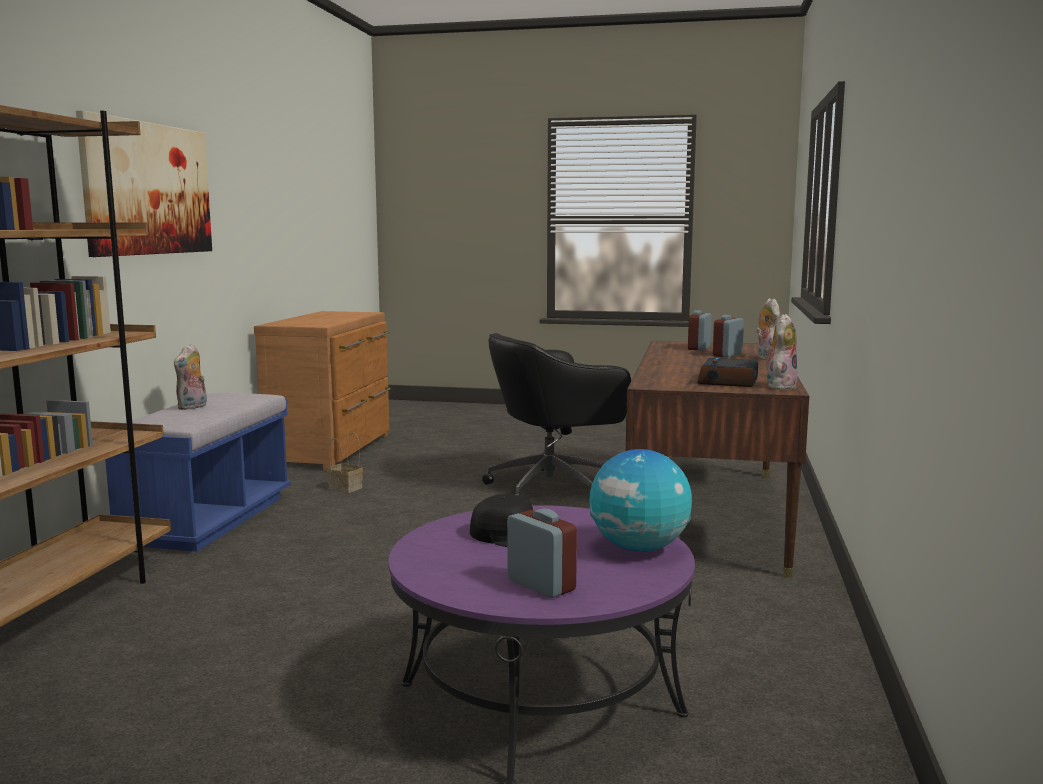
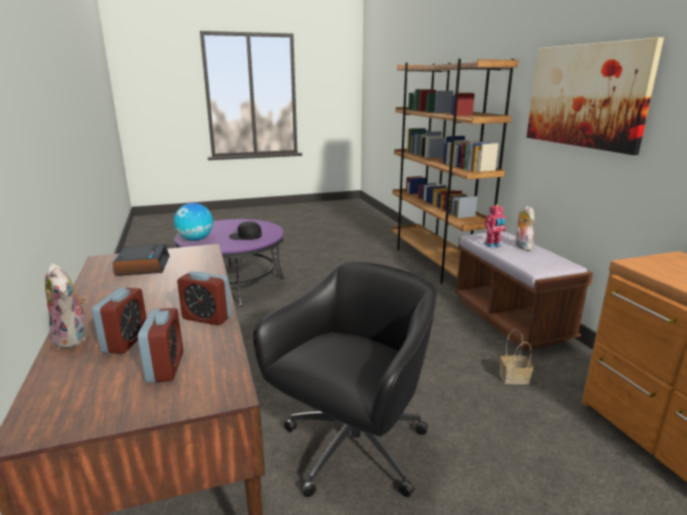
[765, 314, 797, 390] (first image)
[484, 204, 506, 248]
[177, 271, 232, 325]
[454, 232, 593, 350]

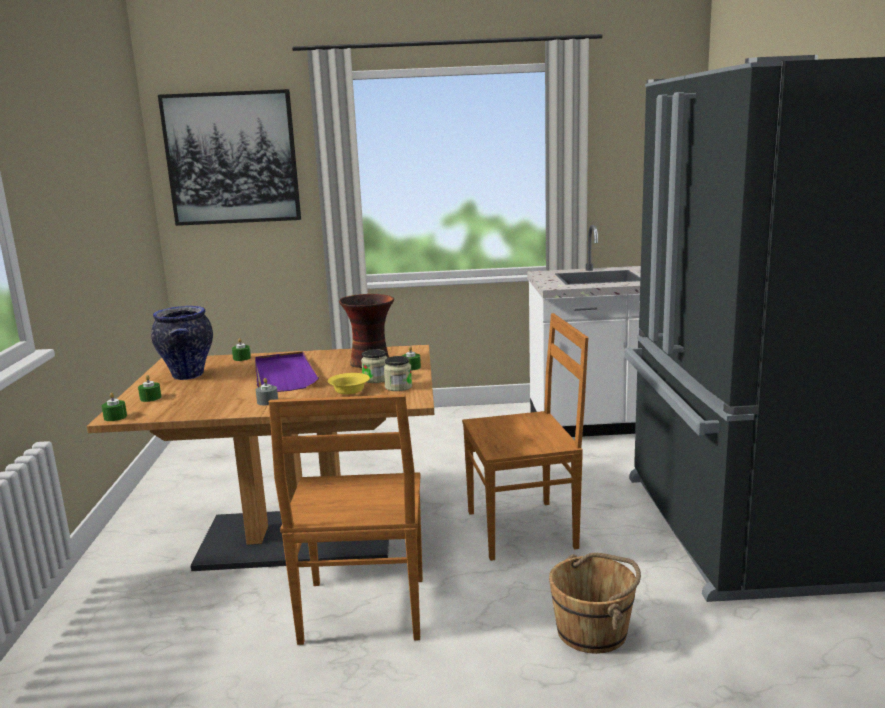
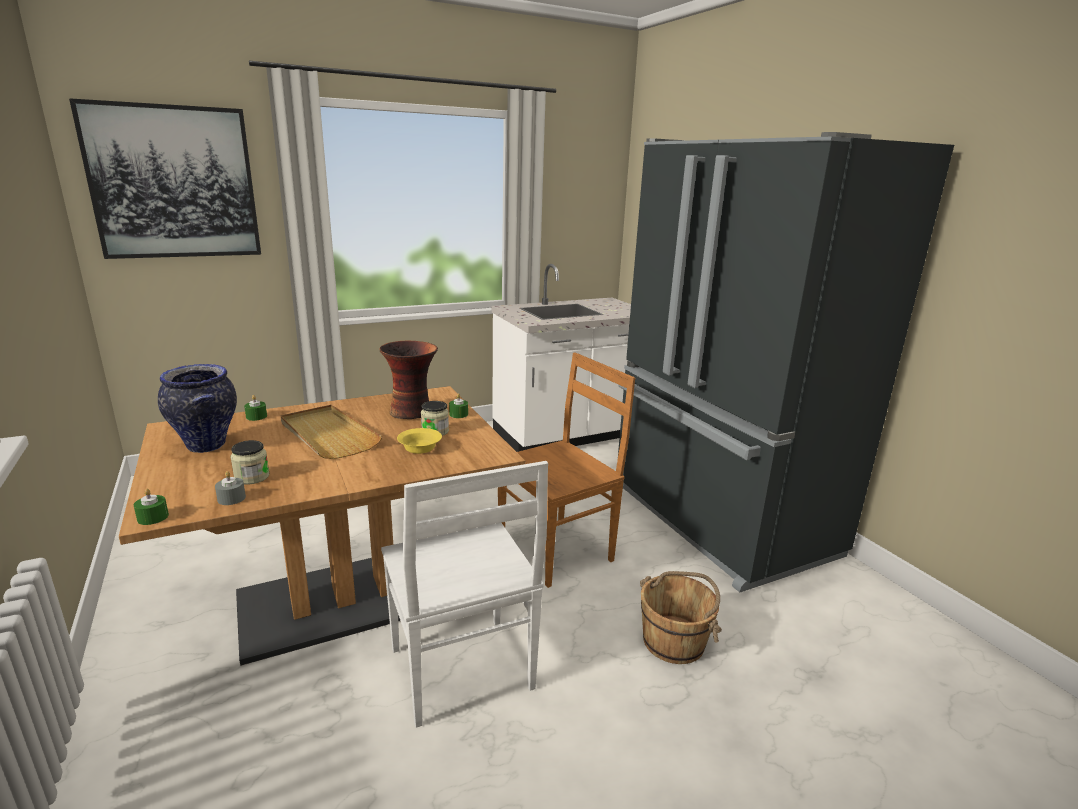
[138, 375, 161, 402] (first image)
[215, 471, 246, 505]
[230, 440, 269, 485]
[281, 405, 382, 459]
[381, 461, 548, 728]

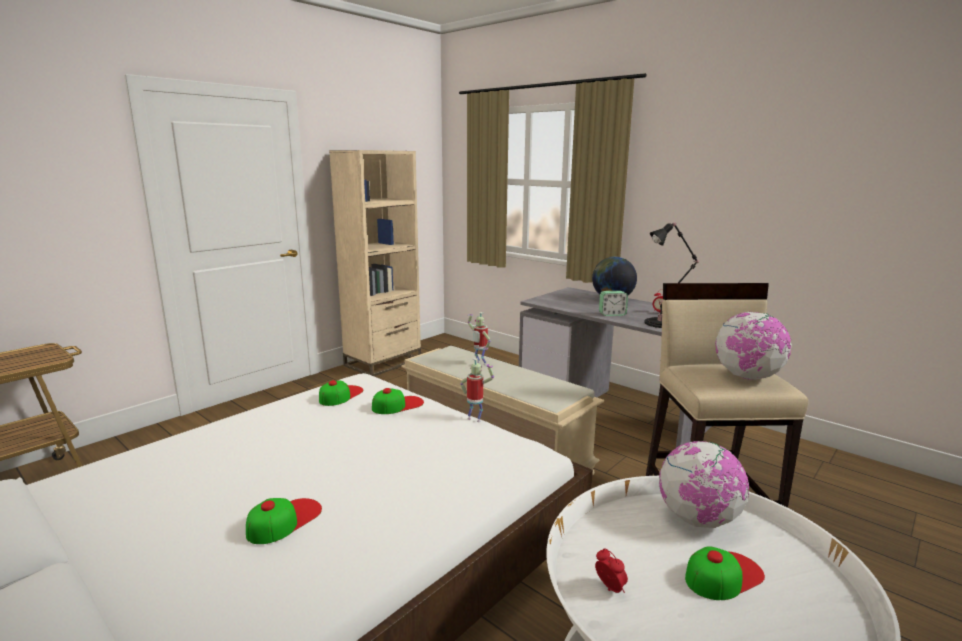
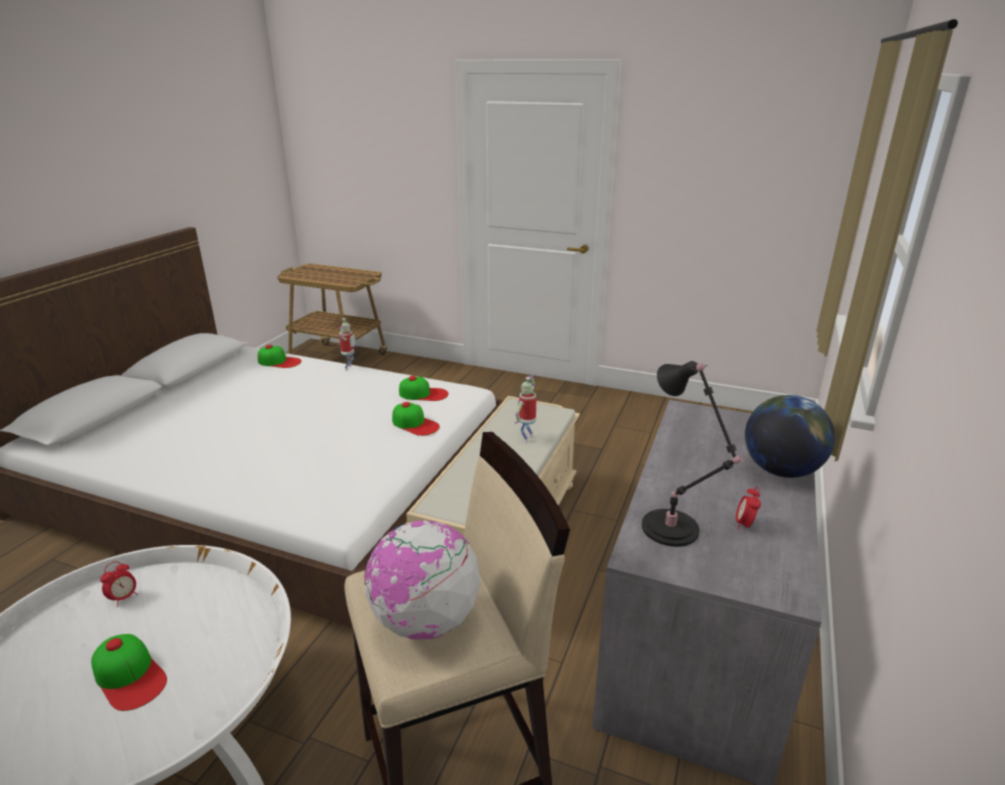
[329, 150, 421, 376] (first image)
[599, 291, 628, 316] (first image)
[659, 441, 749, 528] (first image)
[258, 345, 302, 368]
[339, 318, 357, 370]

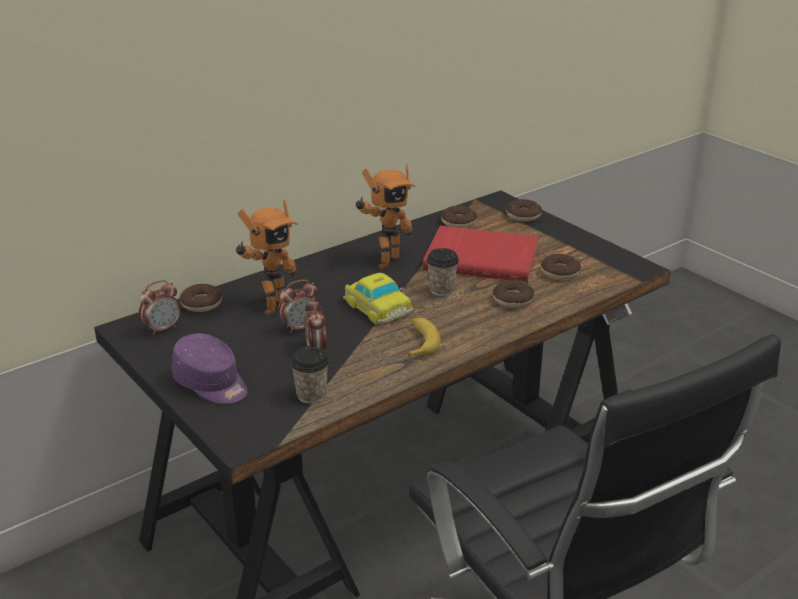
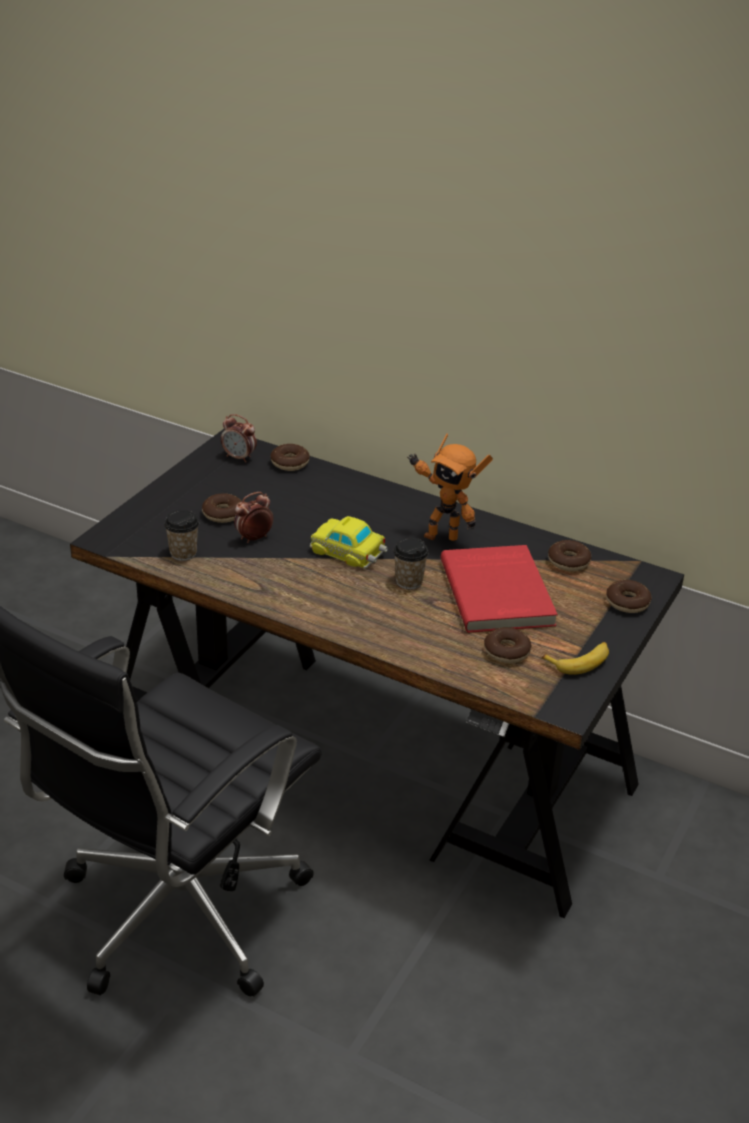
[172, 334, 248, 404] (first image)
[236, 200, 298, 316] (first image)
[278, 280, 317, 333] (first image)
[541, 642, 609, 675]
[202, 493, 242, 523]
[310, 516, 388, 569]

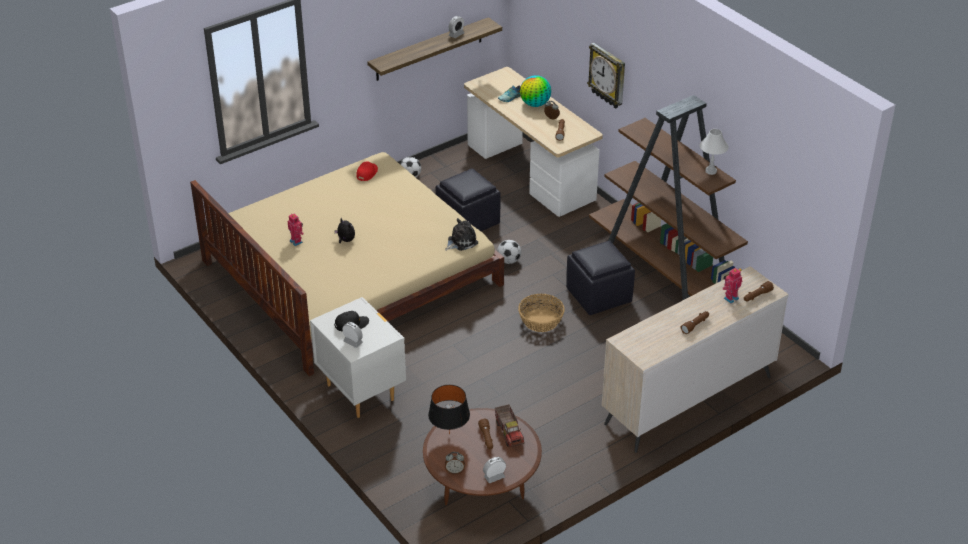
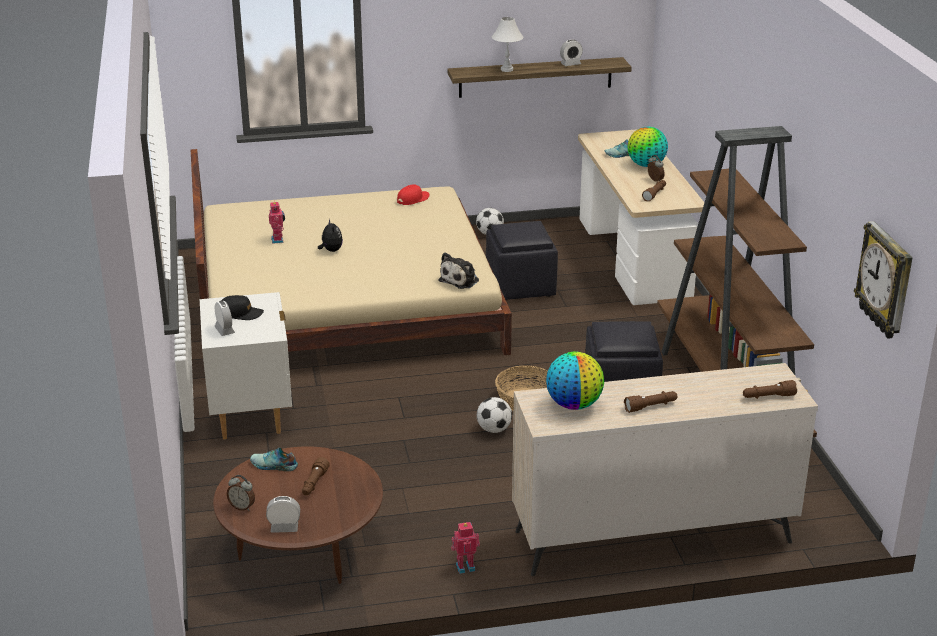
[495, 404, 524, 447] (first image)
[546, 352, 604, 410]
[477, 397, 512, 433]
[854, 221, 912, 339]
[492, 17, 523, 72]
[451, 522, 480, 574]
[250, 447, 298, 471]
[439, 252, 479, 289]

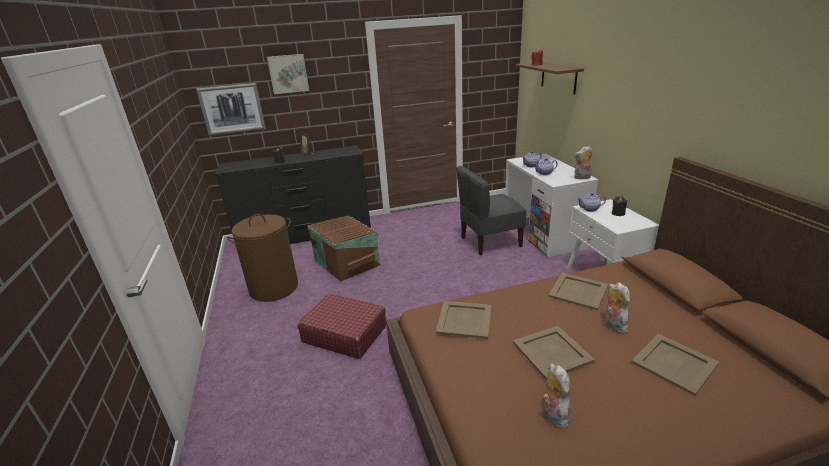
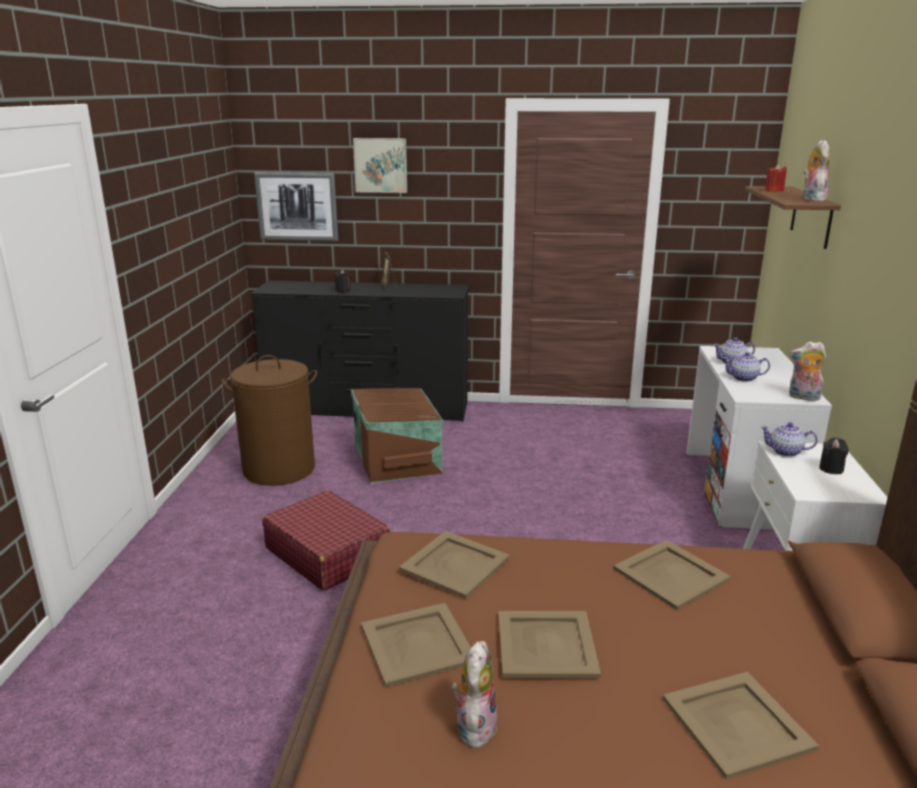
[456, 166, 527, 255] (first image)
[361, 603, 471, 687]
[803, 140, 830, 202]

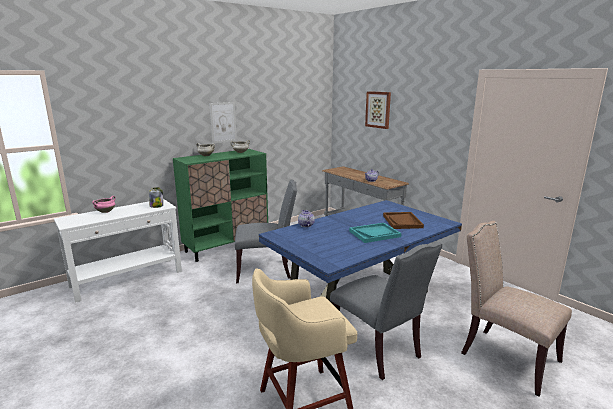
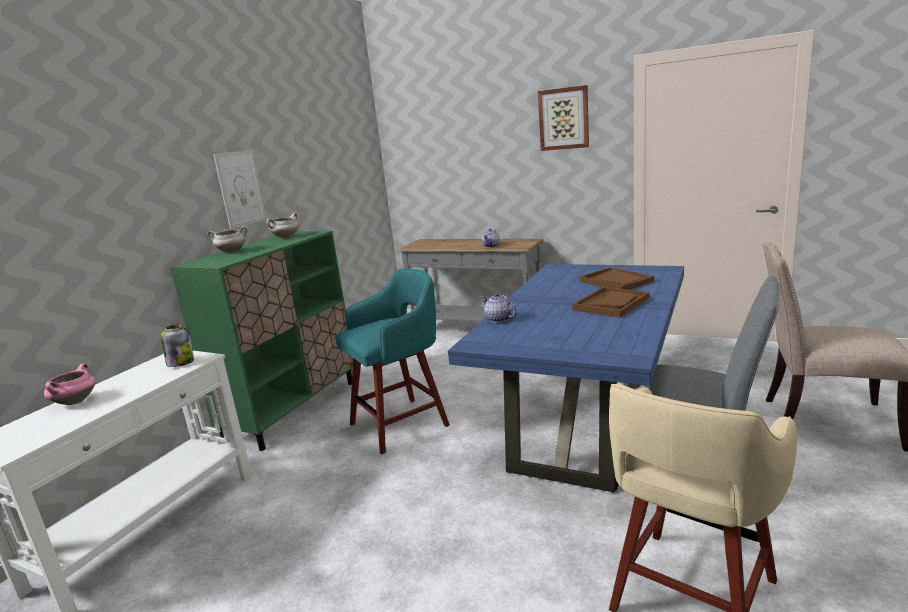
[538, 85, 589, 151]
[335, 268, 450, 454]
[572, 287, 650, 318]

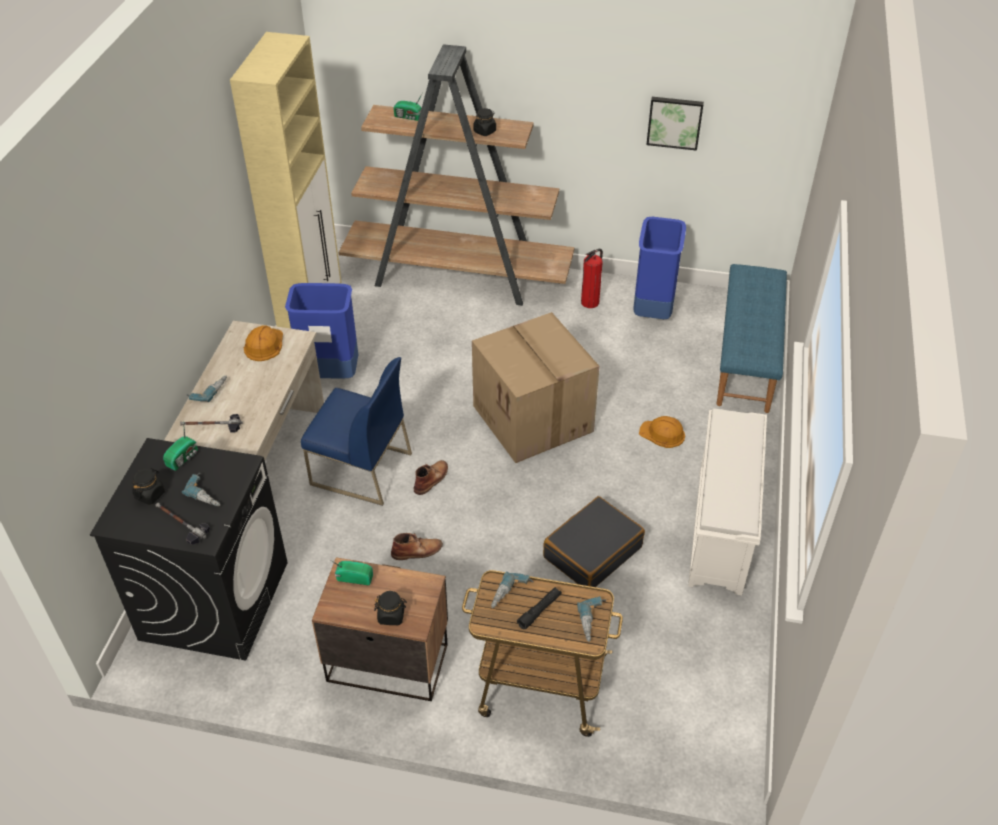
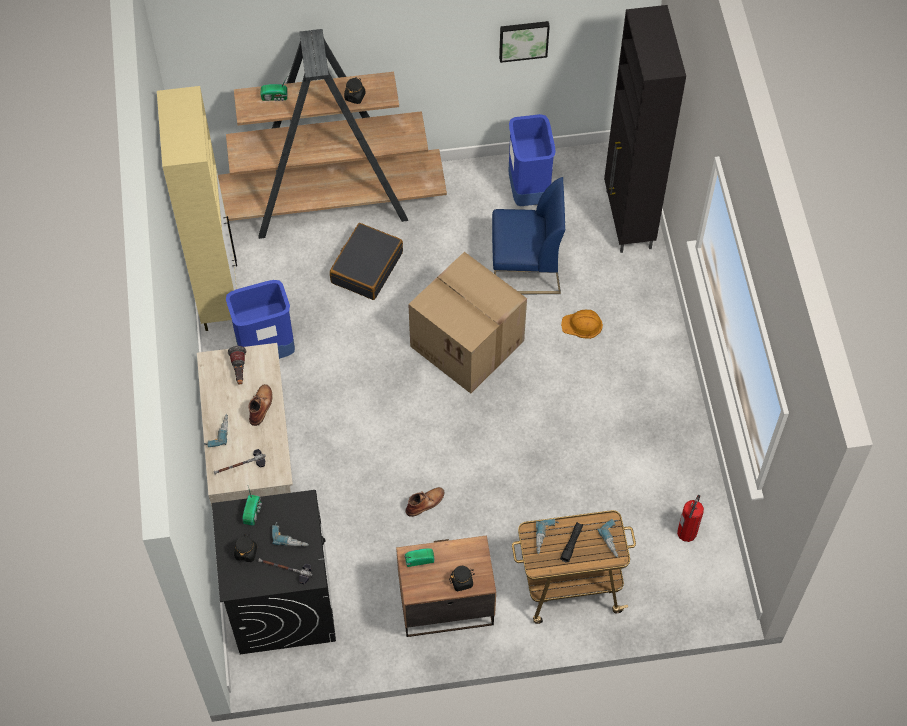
[688, 409, 767, 595] (first image)
[492, 177, 565, 294]
[248, 384, 273, 426]
[330, 223, 403, 300]
[677, 495, 704, 542]
[228, 346, 246, 385]
[604, 5, 686, 253]

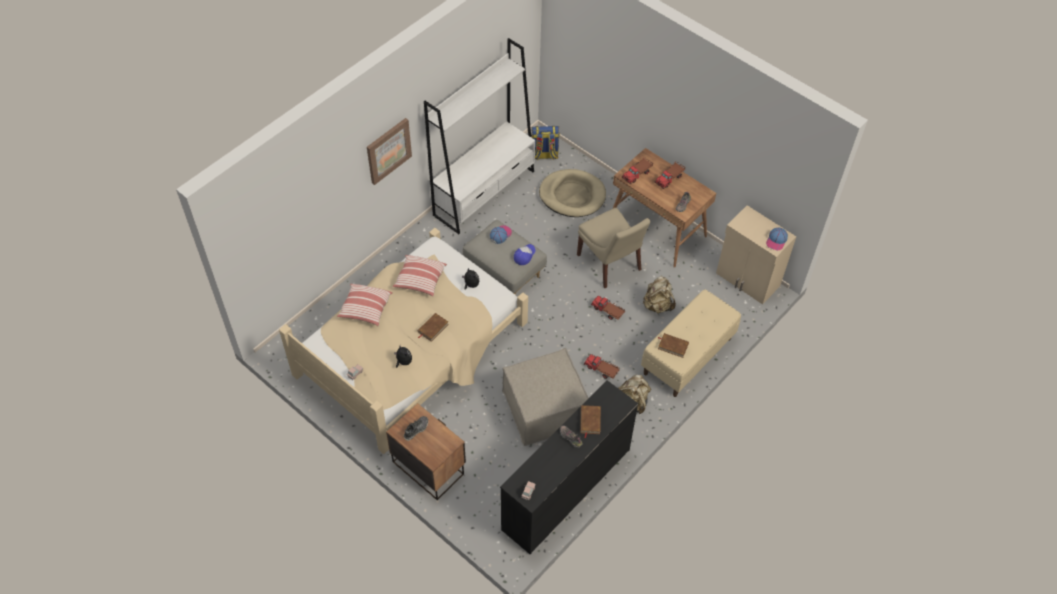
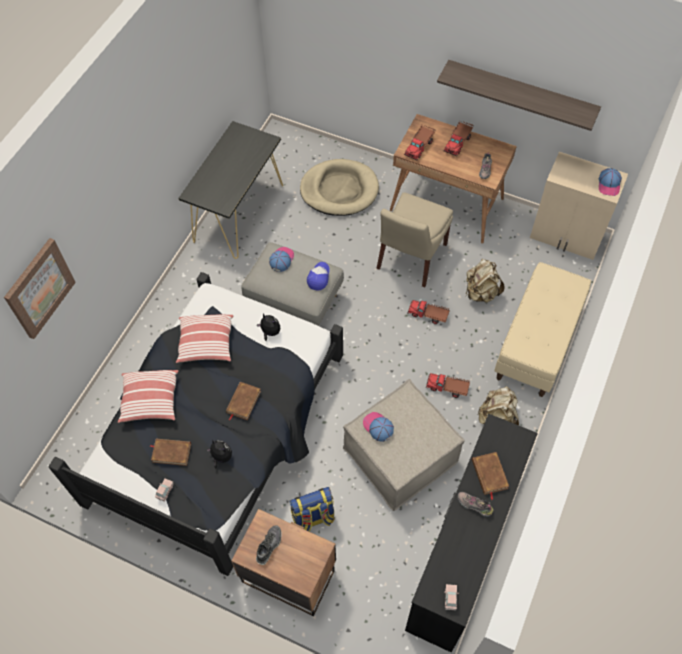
[363, 412, 394, 442]
[437, 60, 601, 131]
[4, 238, 76, 339]
[289, 487, 335, 531]
[150, 439, 191, 466]
[178, 121, 283, 259]
[48, 272, 343, 576]
[376, 192, 453, 287]

